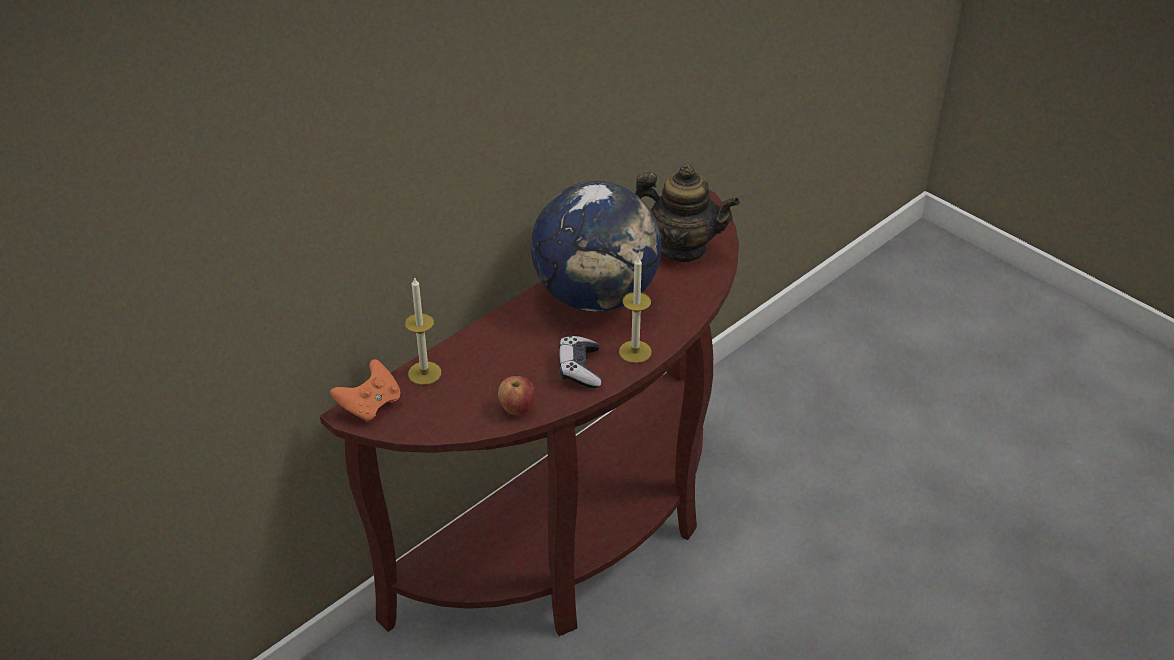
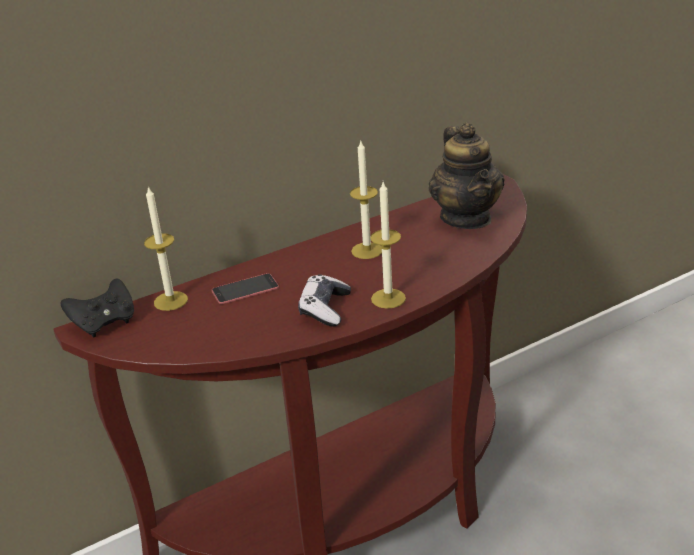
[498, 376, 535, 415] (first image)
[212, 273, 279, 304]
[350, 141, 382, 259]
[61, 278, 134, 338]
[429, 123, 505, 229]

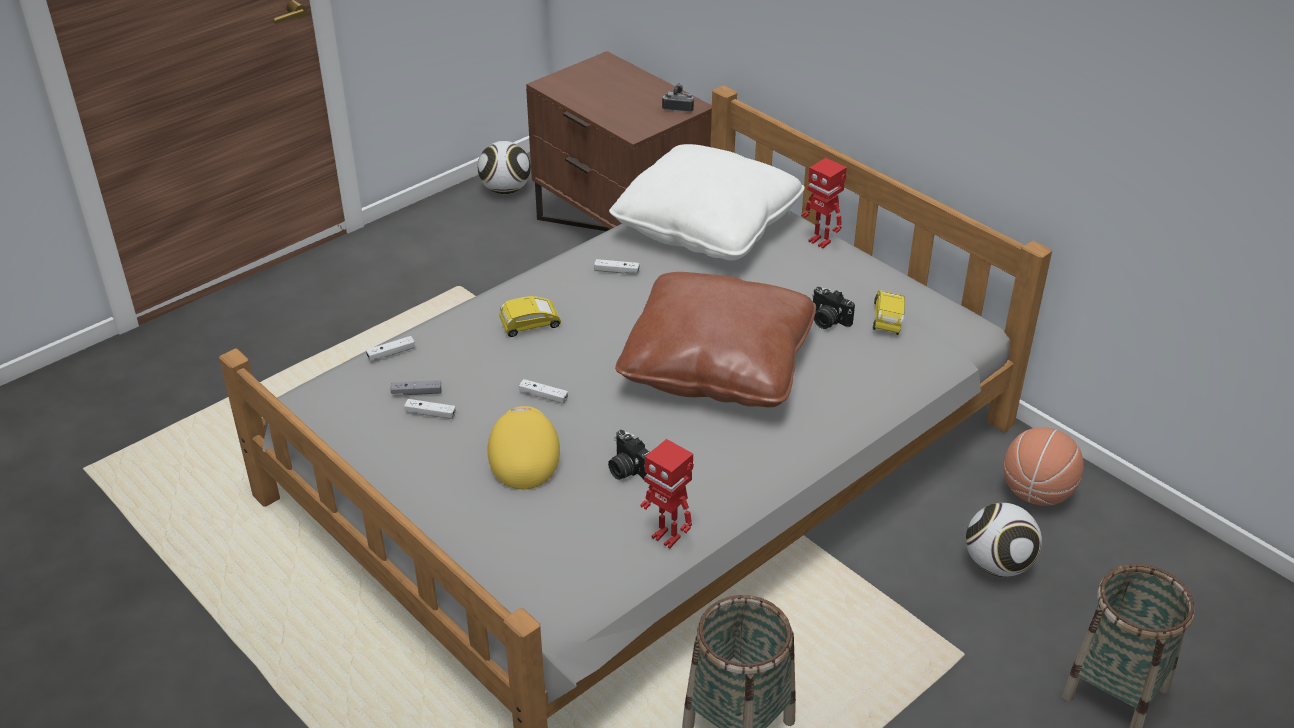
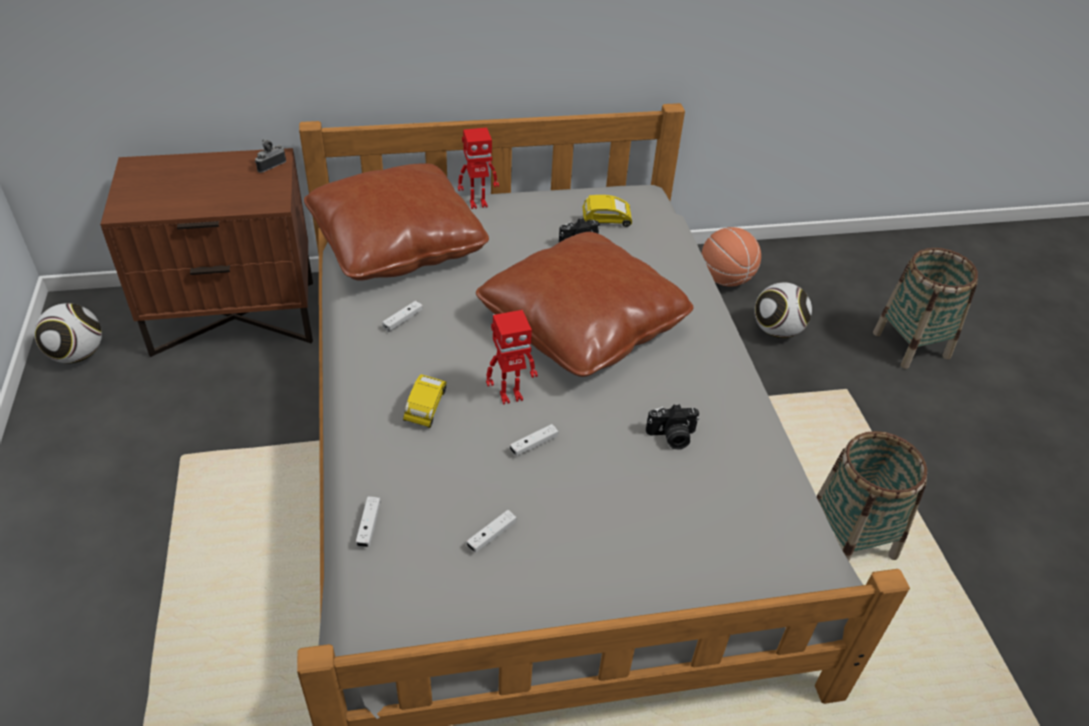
[390, 380, 442, 395] (first image)
[488, 406, 560, 489] (first image)
[486, 310, 538, 405]
[304, 163, 489, 281]
[583, 195, 632, 227]

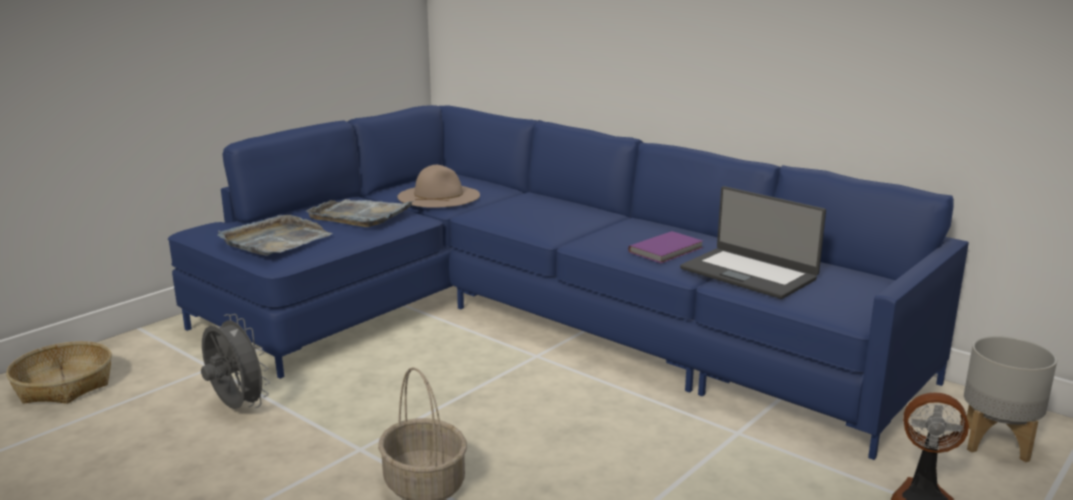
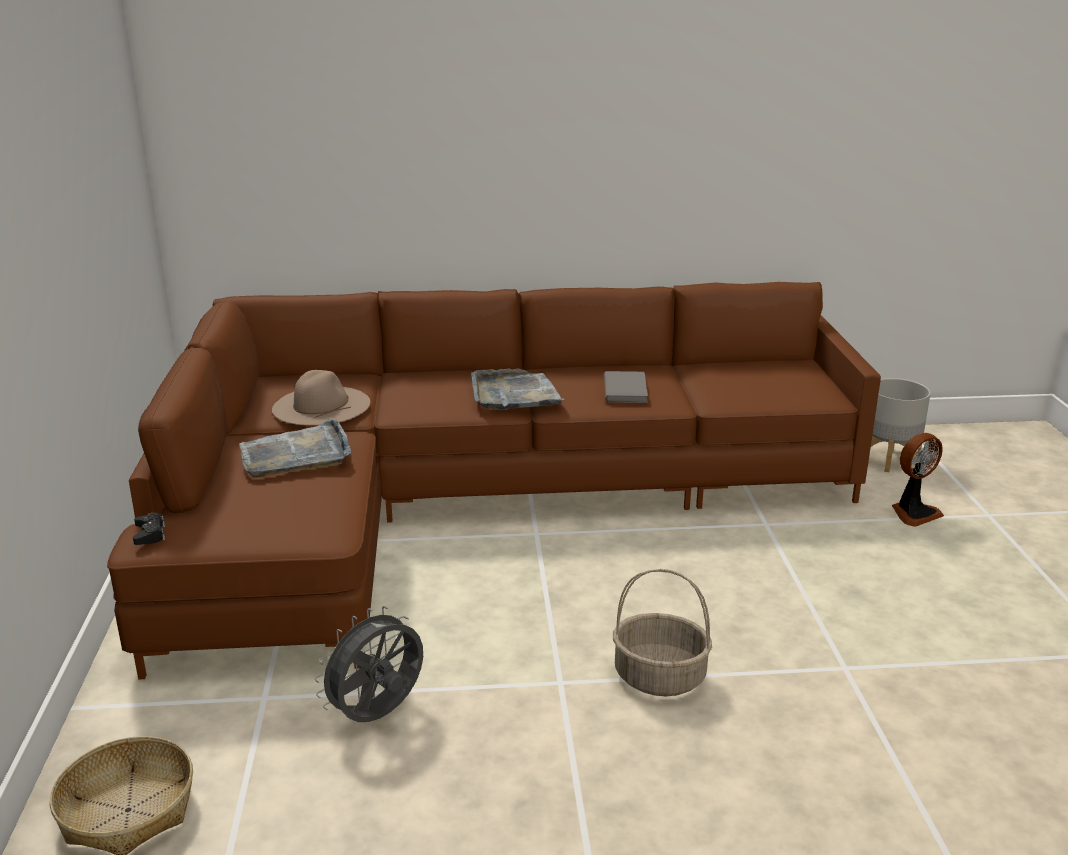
[680, 186, 826, 299] (first image)
[133, 512, 165, 545]
[471, 368, 565, 409]
[107, 282, 881, 680]
[604, 371, 648, 403]
[315, 606, 423, 722]

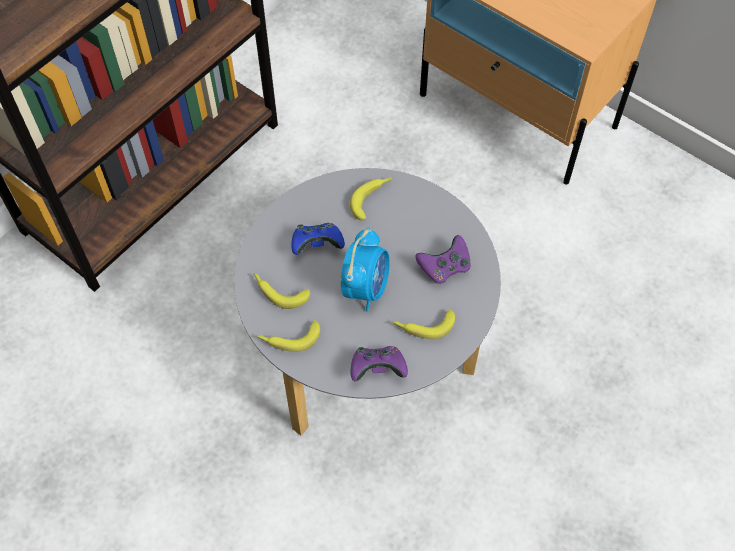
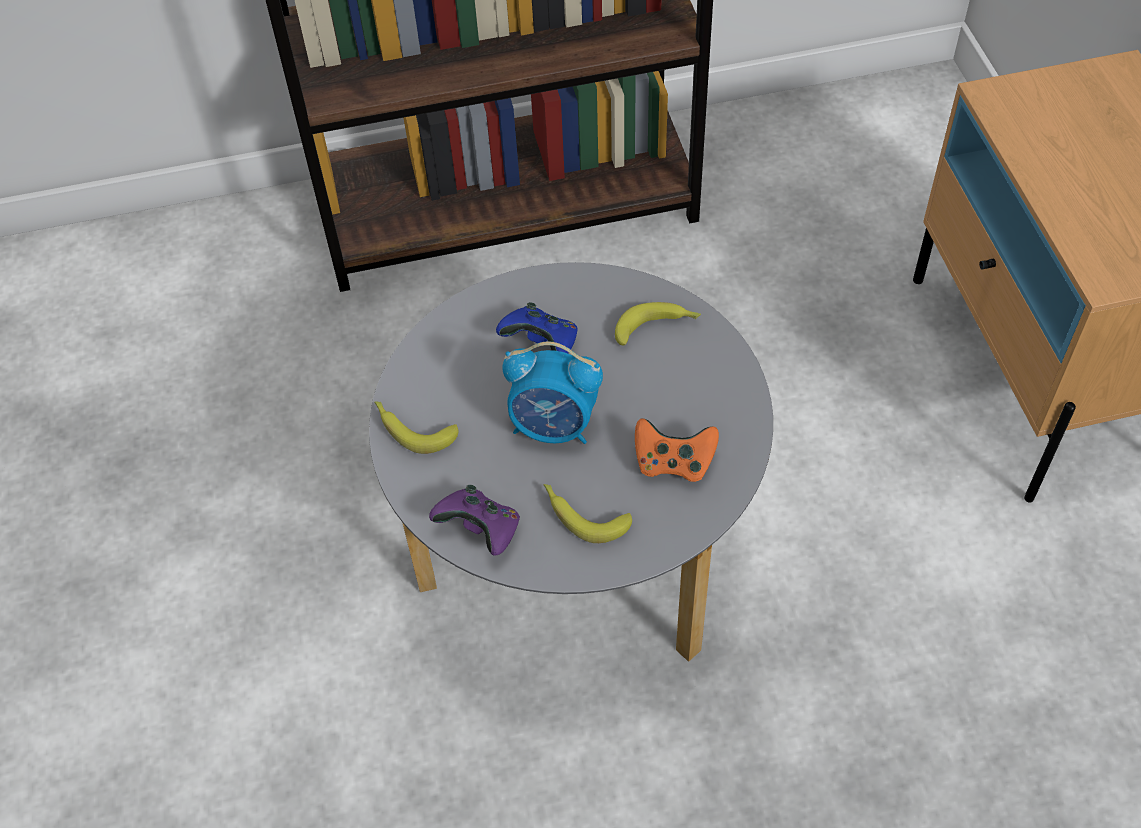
[253, 273, 310, 309] (first image)
[635, 418, 719, 482]
[502, 342, 603, 444]

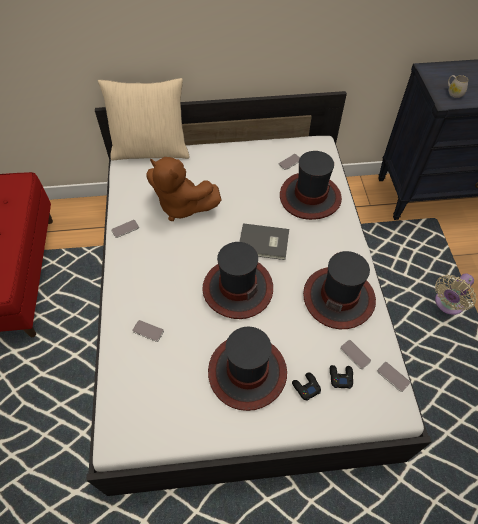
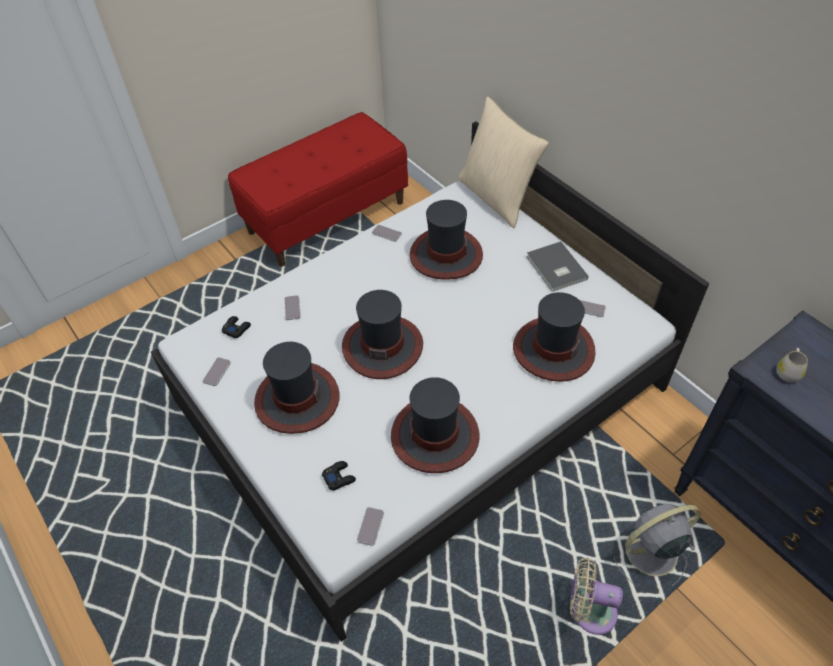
[614, 504, 701, 586]
[526, 241, 589, 292]
[222, 316, 251, 338]
[203, 357, 231, 386]
[410, 200, 483, 280]

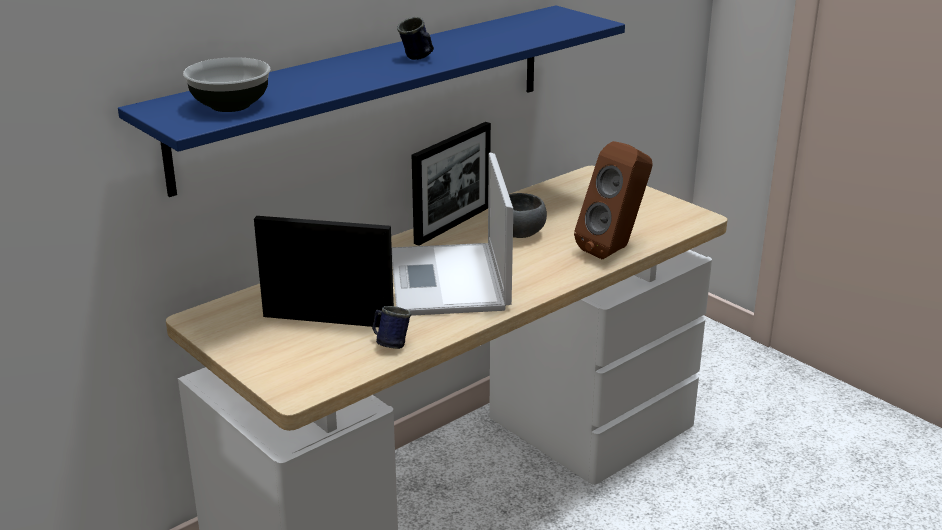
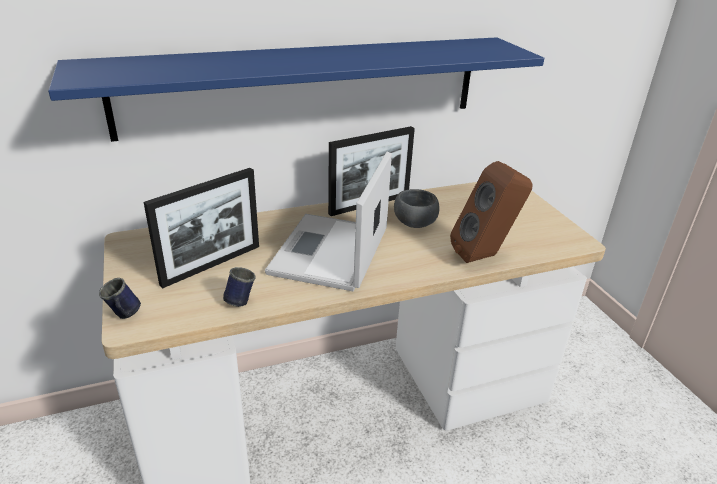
[183, 57, 271, 112] (first image)
[99, 278, 141, 319]
[144, 168, 259, 288]

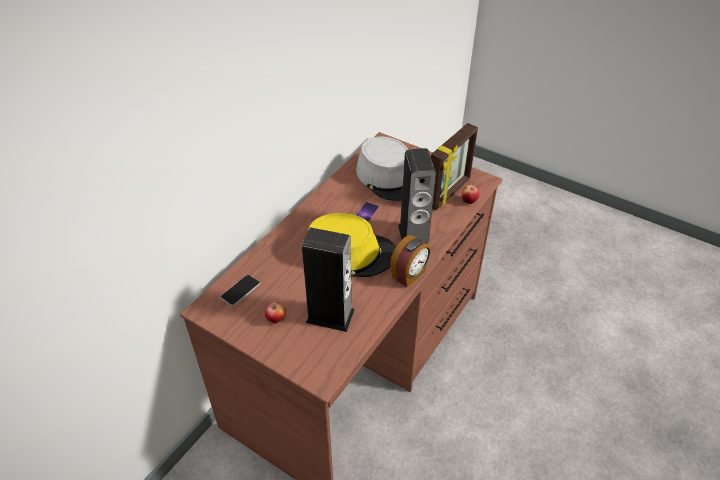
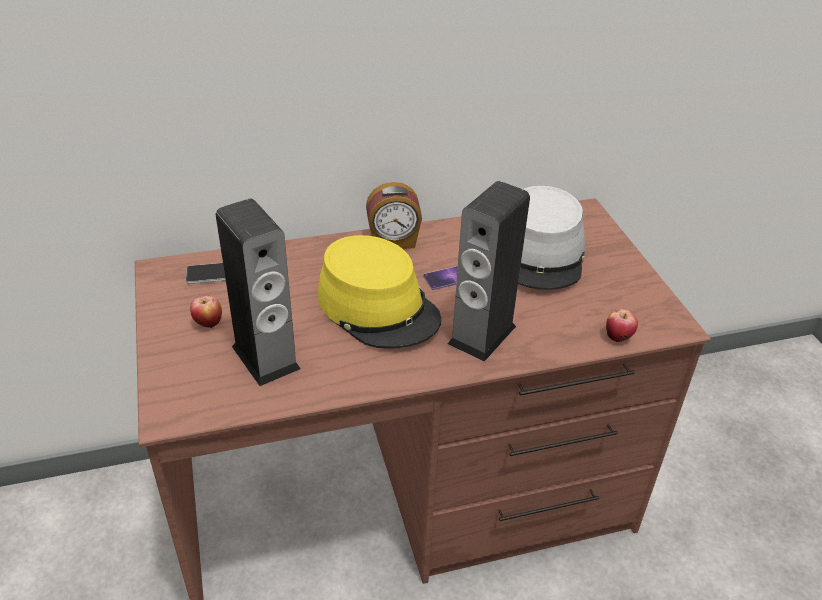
[431, 123, 478, 211] (first image)
[366, 182, 422, 249]

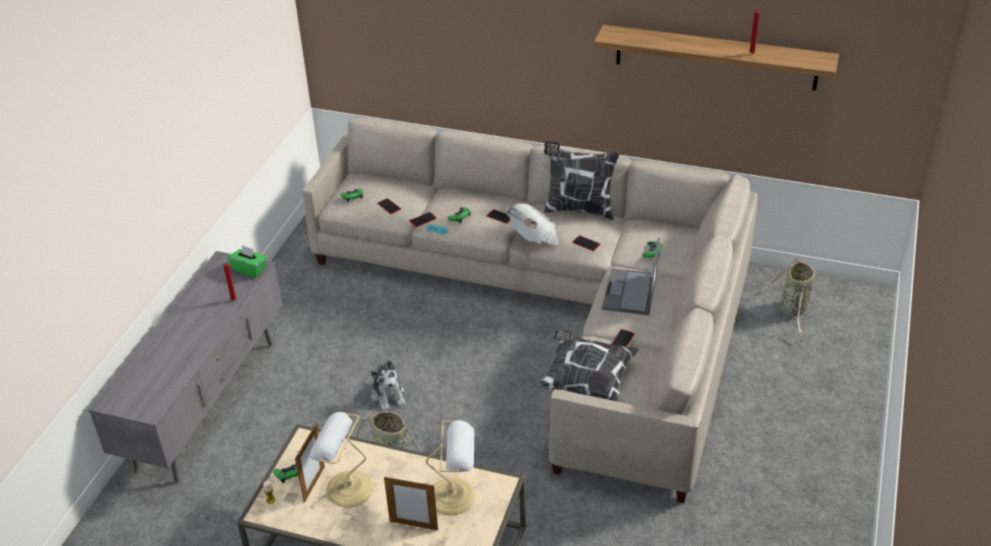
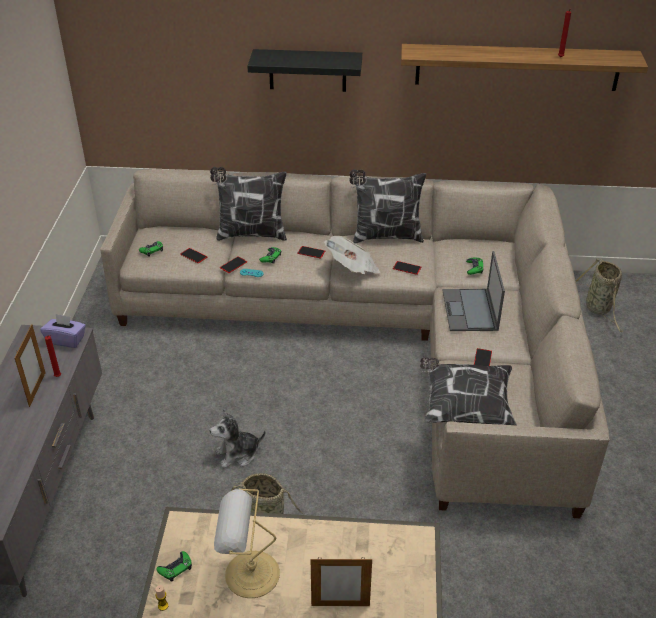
[426, 420, 475, 515] (first image)
[210, 167, 287, 241]
[247, 49, 362, 92]
[15, 324, 46, 407]
[41, 314, 86, 348]
[210, 409, 266, 468]

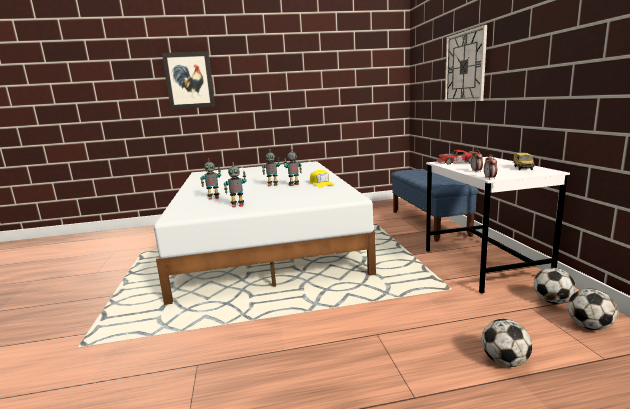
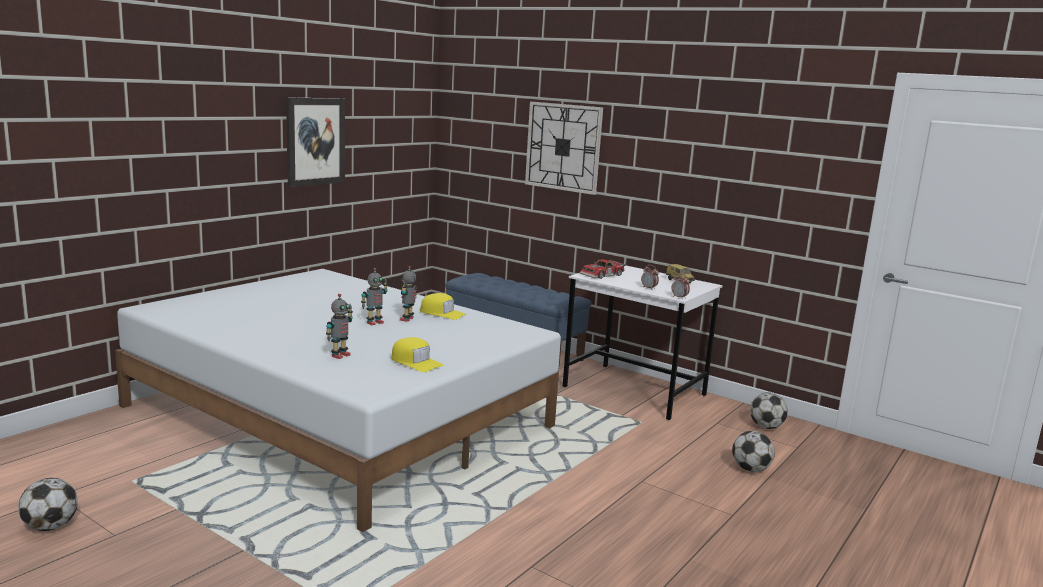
[286, 97, 345, 187]
[18, 478, 78, 531]
[391, 337, 443, 372]

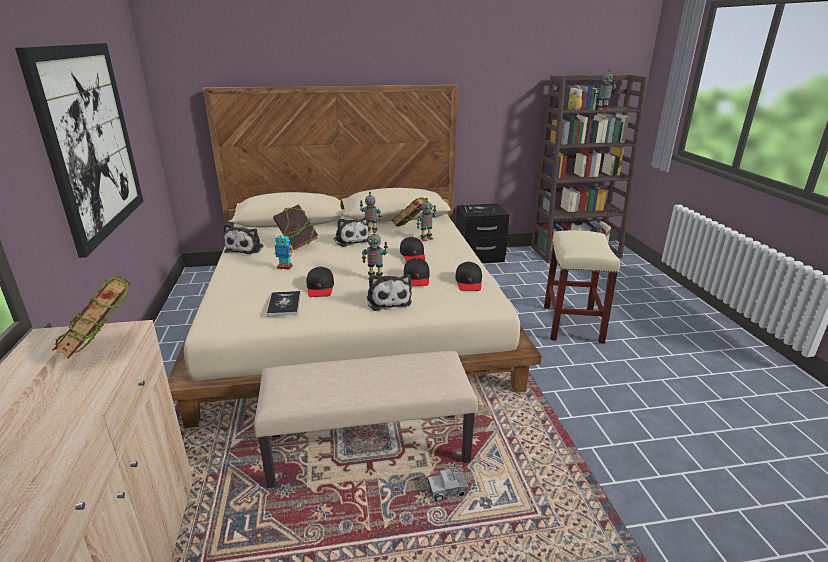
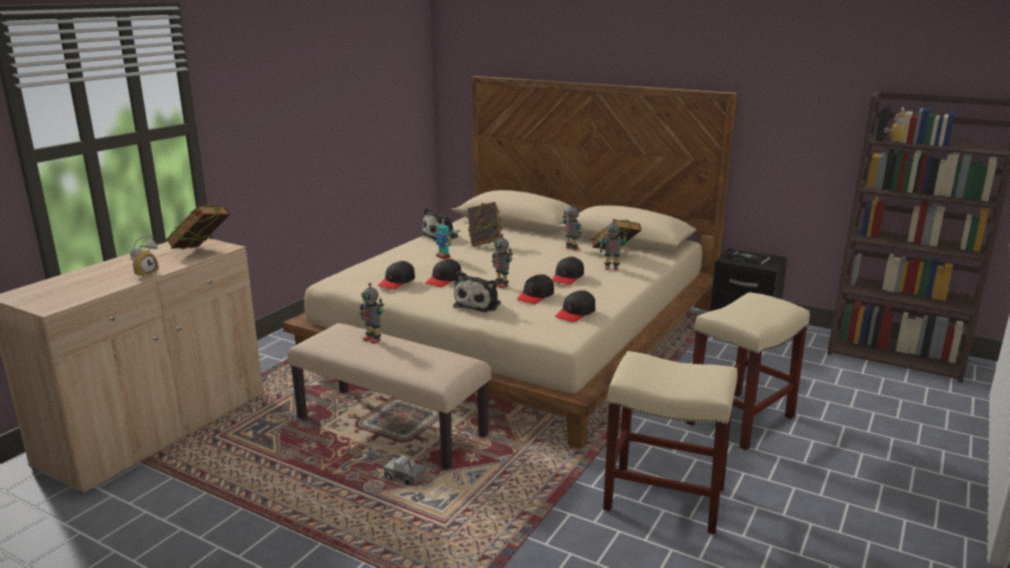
[15, 43, 143, 258] (first image)
[334, 217, 369, 247] (first image)
[130, 234, 159, 279]
[603, 351, 738, 535]
[359, 283, 384, 344]
[377, 261, 415, 290]

